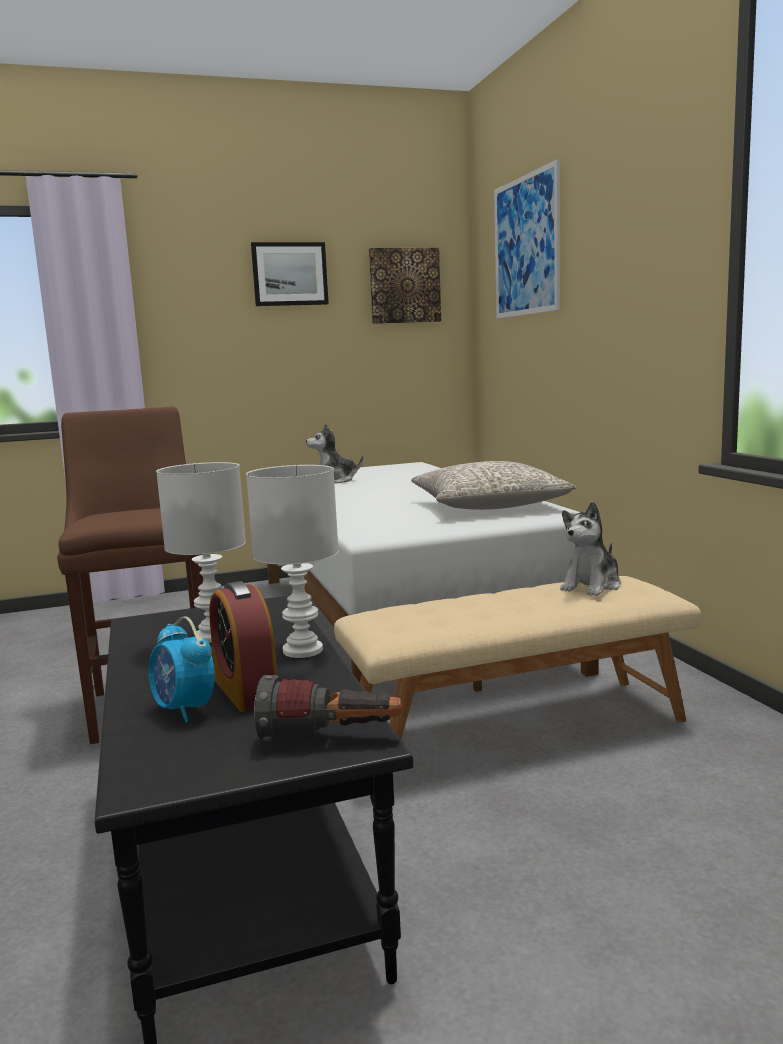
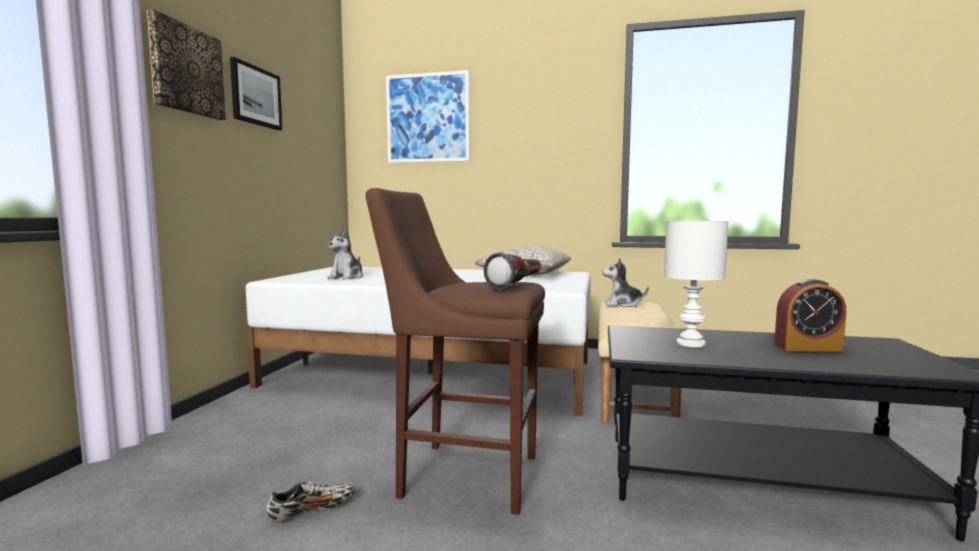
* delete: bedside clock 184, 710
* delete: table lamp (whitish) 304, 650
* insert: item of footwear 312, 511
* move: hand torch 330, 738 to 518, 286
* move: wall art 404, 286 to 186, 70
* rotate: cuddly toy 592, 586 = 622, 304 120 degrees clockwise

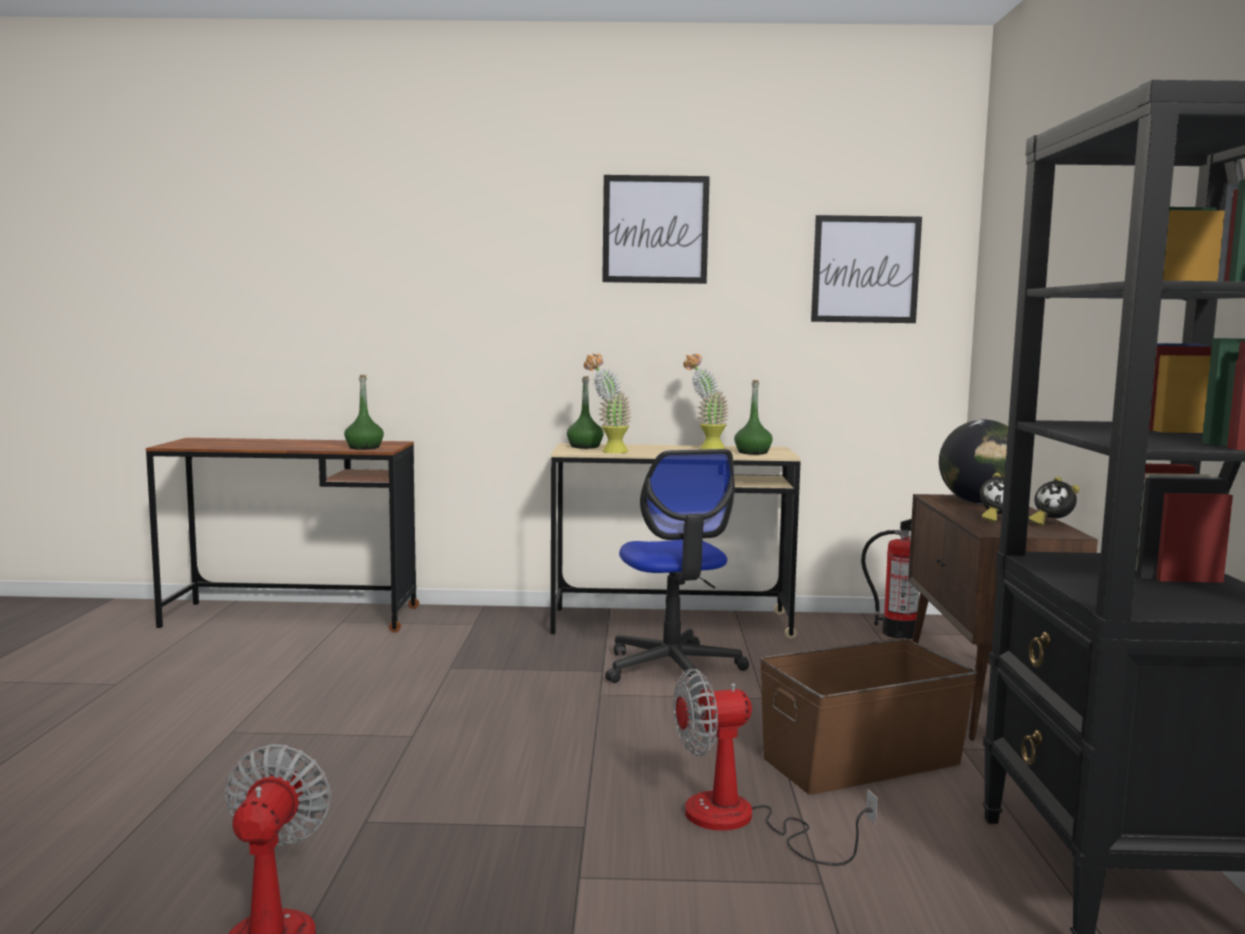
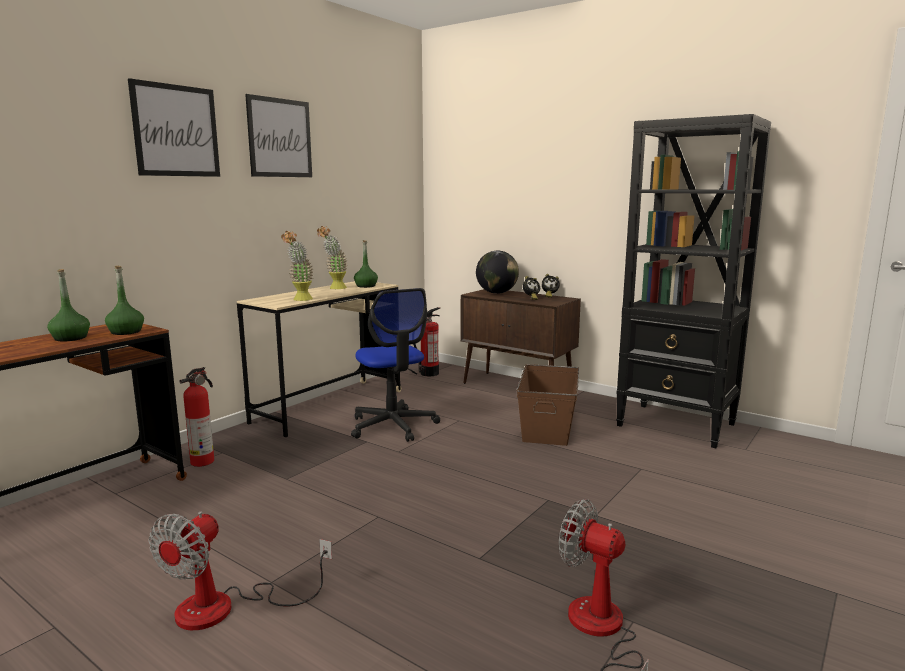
* insert: extinguisher 204, 461
* move: drink bottle (green-coloured) 584, 447 to 70, 338
* move: cooling fan 741, 822 to 226, 608
* move: wall art 865, 269 to 176, 131
* rotate: desk chair 673, 669 = 393, 426 45 degrees clockwise

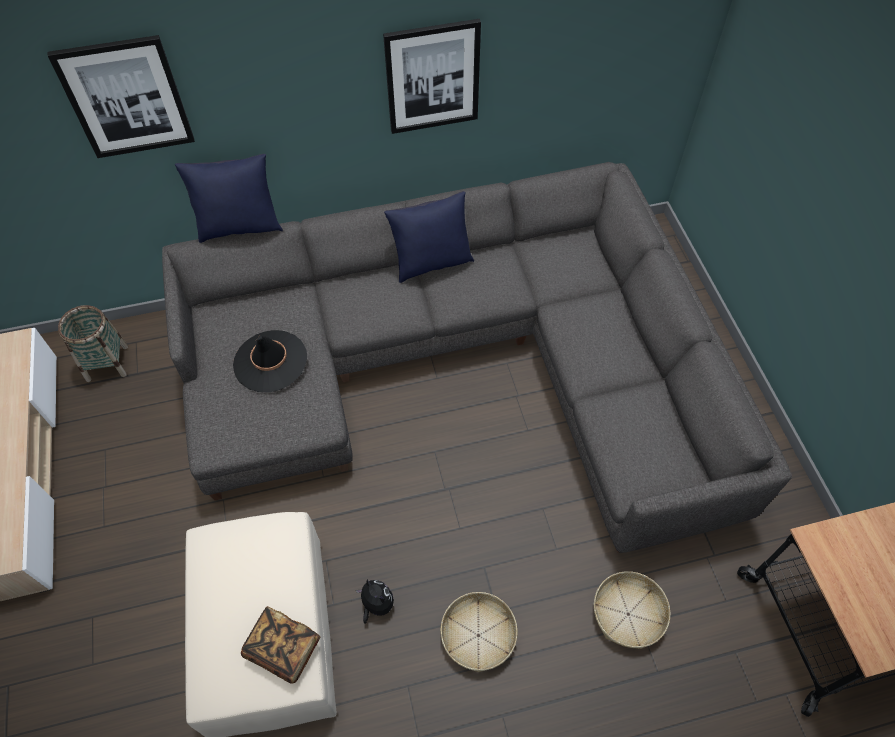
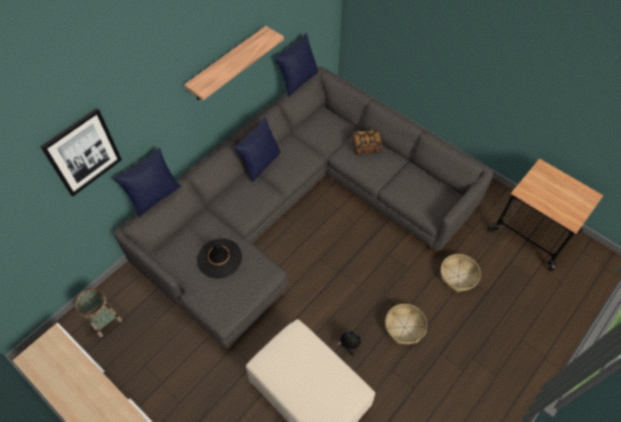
* insert: cushion (blue) 297, 81
* move: bound book 283, 648 to 366, 147
* replace: wall art 432, 77 to shelf 228, 64

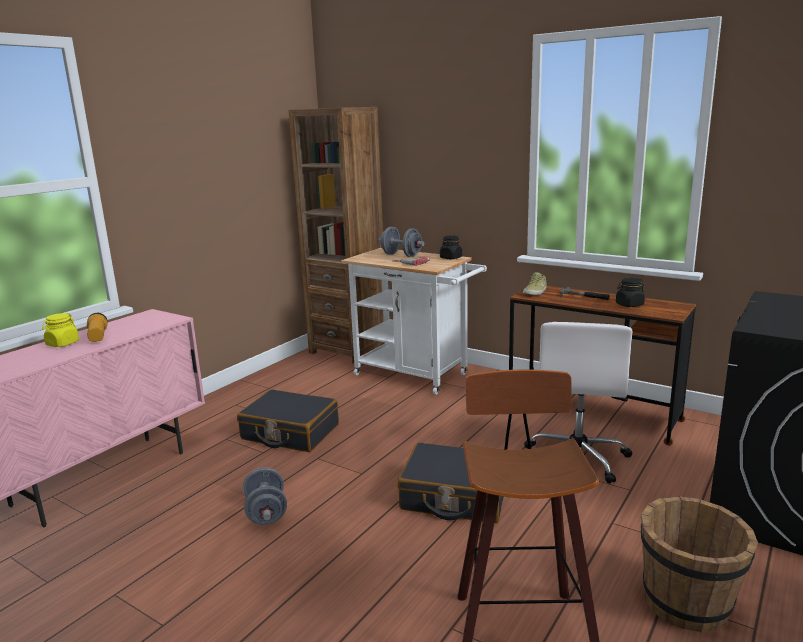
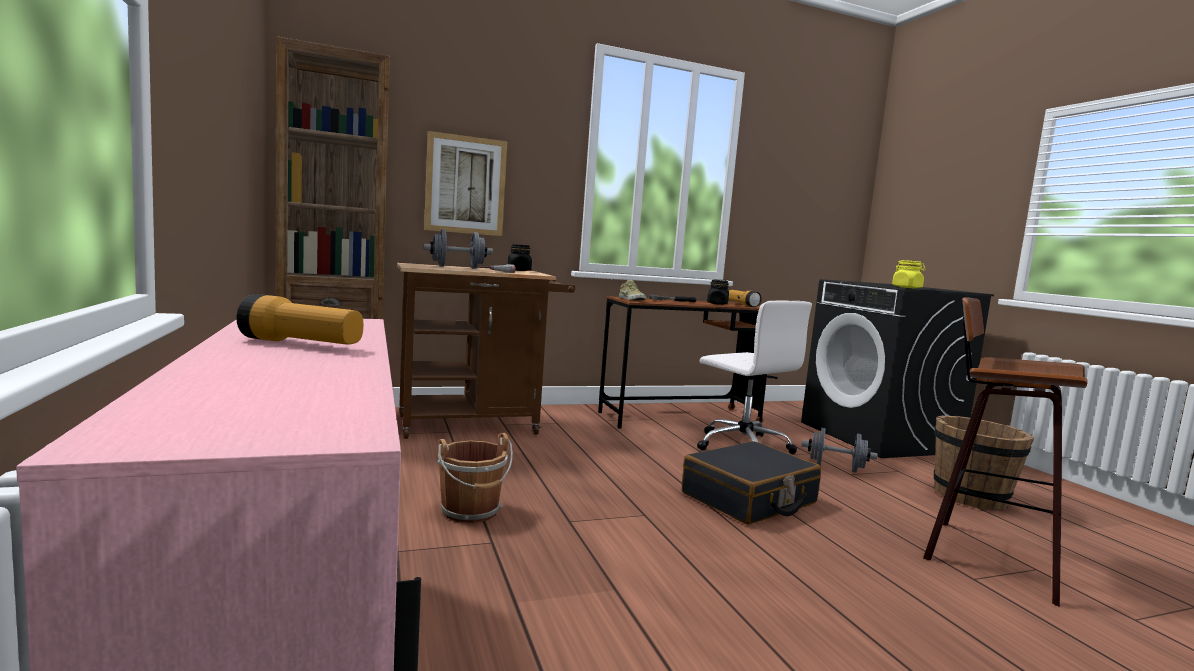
* insert: wall art 465, 185
* insert: hand torch 742, 305
* move: preserve jar (yellow) 62, 344 to 907, 287
* move: dumbbell (grey) 266, 513 to 836, 468
* replace: travel case (black-coloured) 290, 432 to pail (brown-coloured) 472, 511
* recolor: wheeled cart (whitish) 417, 375 to wheeled cart (brown-coloured) 477, 424

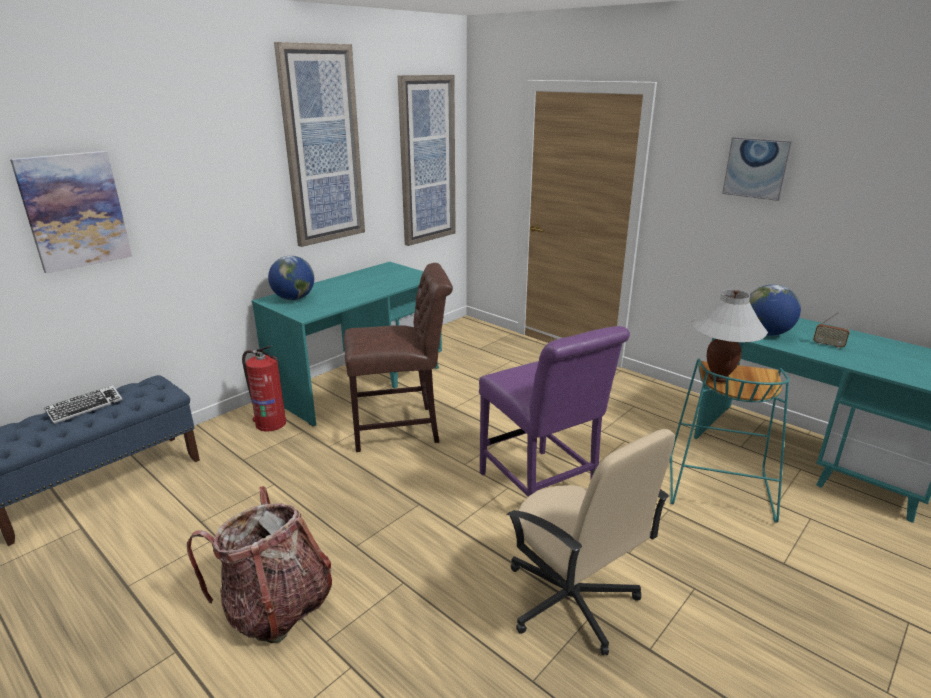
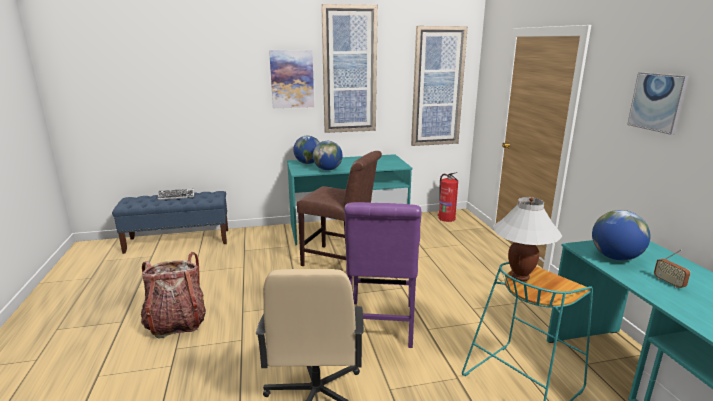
* insert: globe 327, 169
* move: wall art 74, 211 to 292, 79
* move: extinguisher 270, 423 to 446, 218

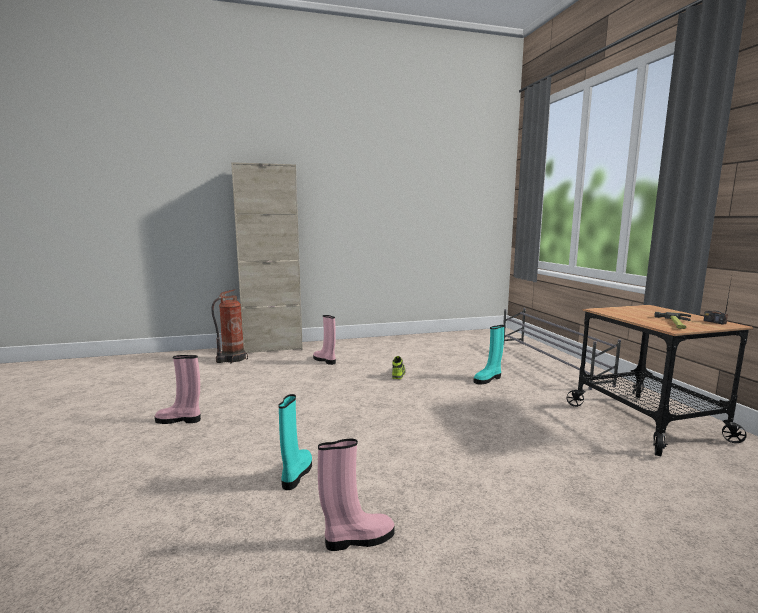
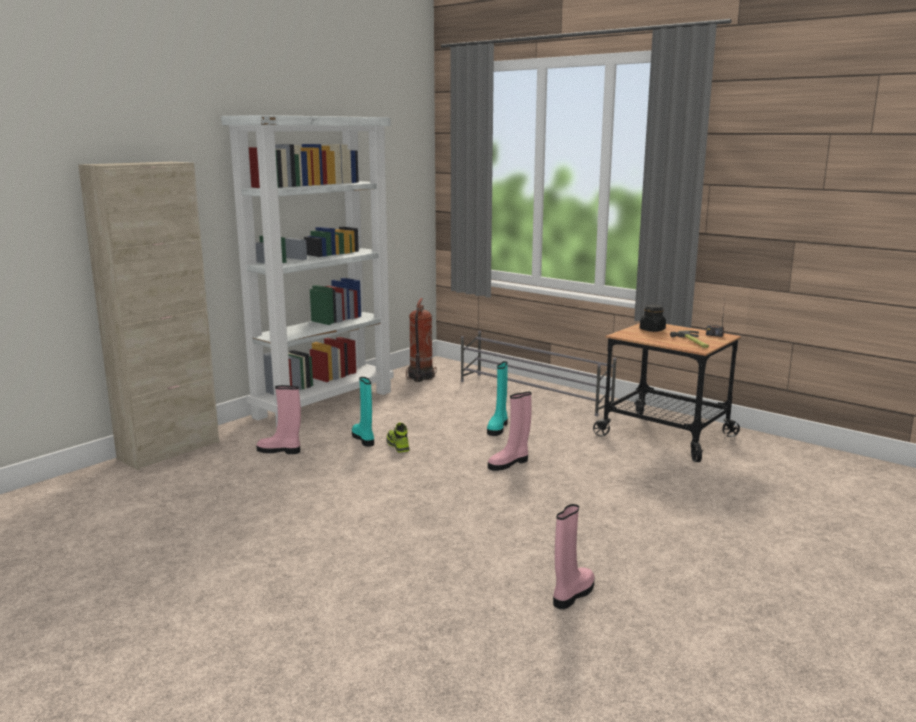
* insert: bookshelf (whitish) 324, 404
* insert: preserve jar (black-coloured) 652, 330
* move: tall boot (pink) 180, 420 to 509, 463
* move: extinguisher 232, 359 to 420, 377
* move: tall boot (blue-green) 296, 474 to 364, 439

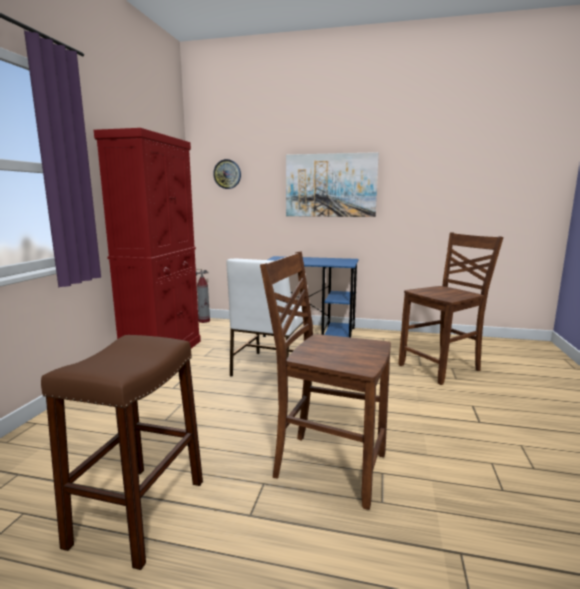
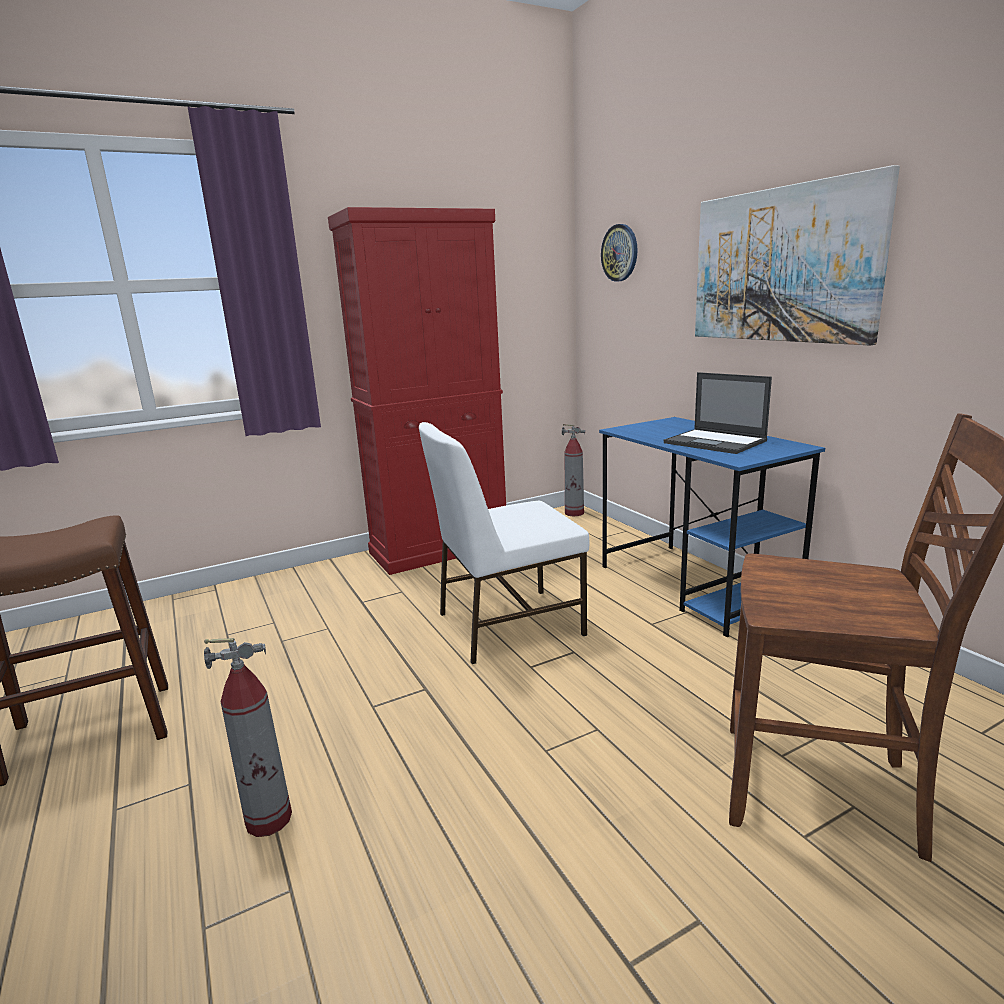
* insert: notebook computer 716, 442
* replace: plain chair (brown-coloured) 328, 466 to extinguisher 269, 819

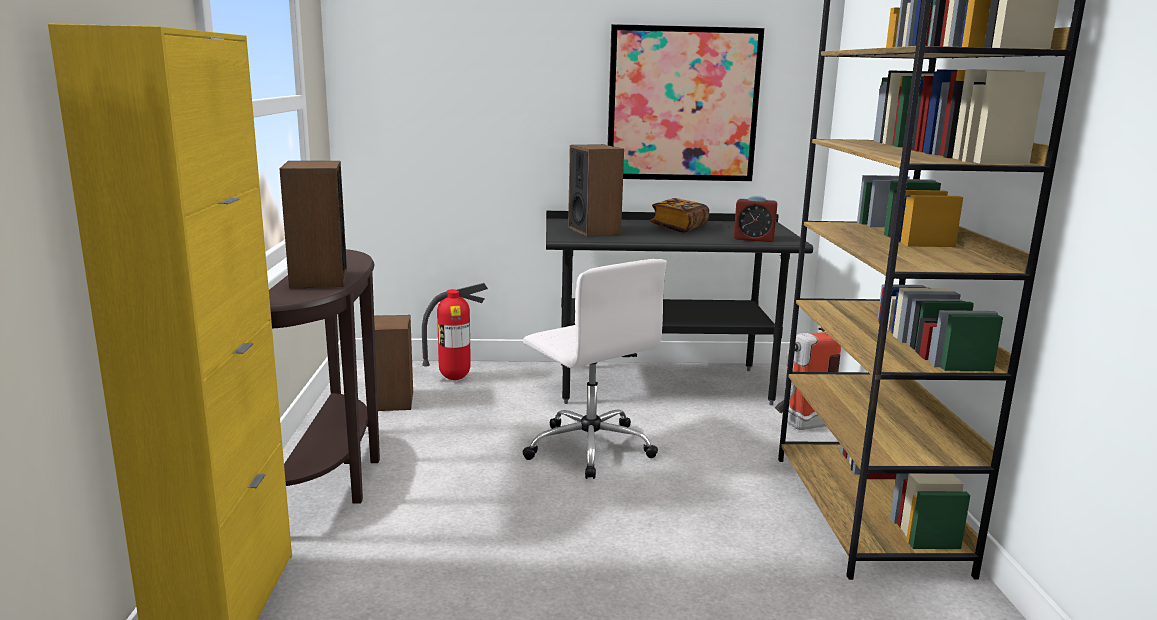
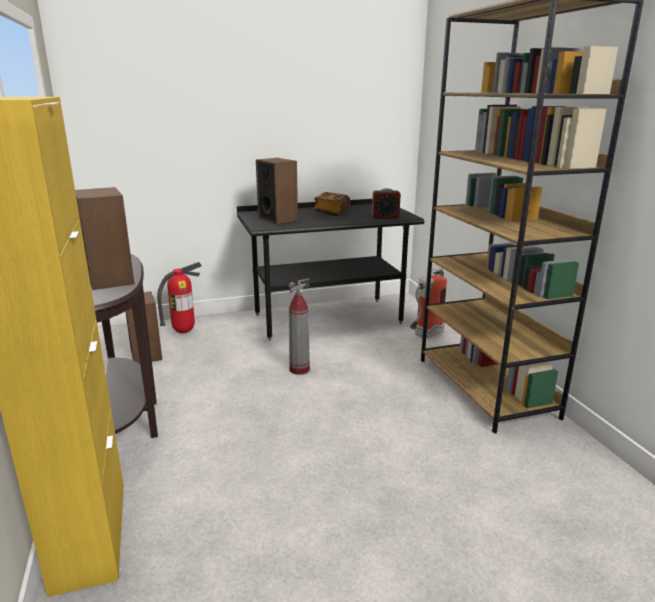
* delete: wall art 682, 104
* replace: desk chair (whitish) 589, 447 to extinguisher 299, 370

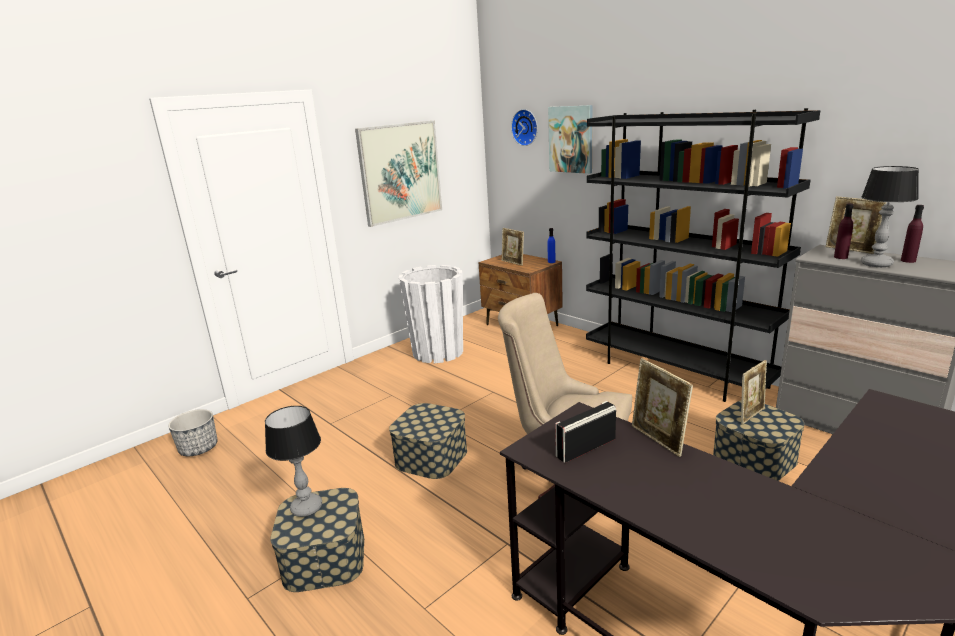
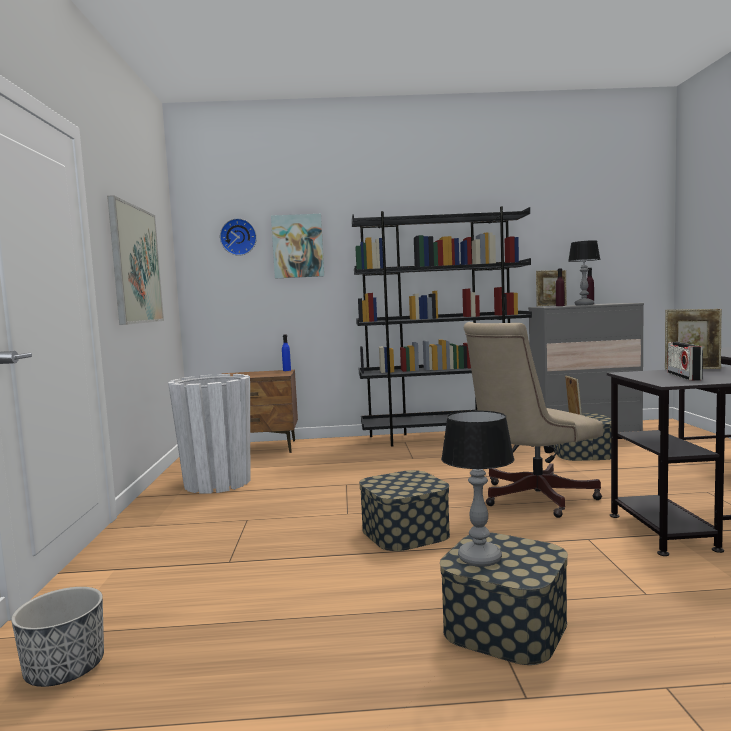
* delete: standing frame 513, 263

